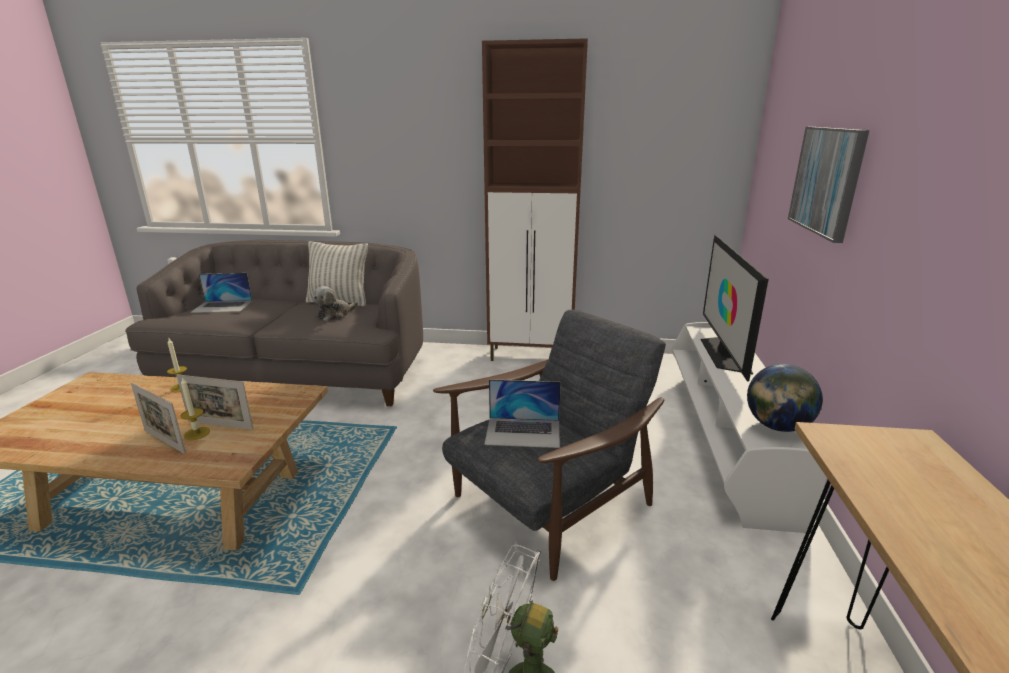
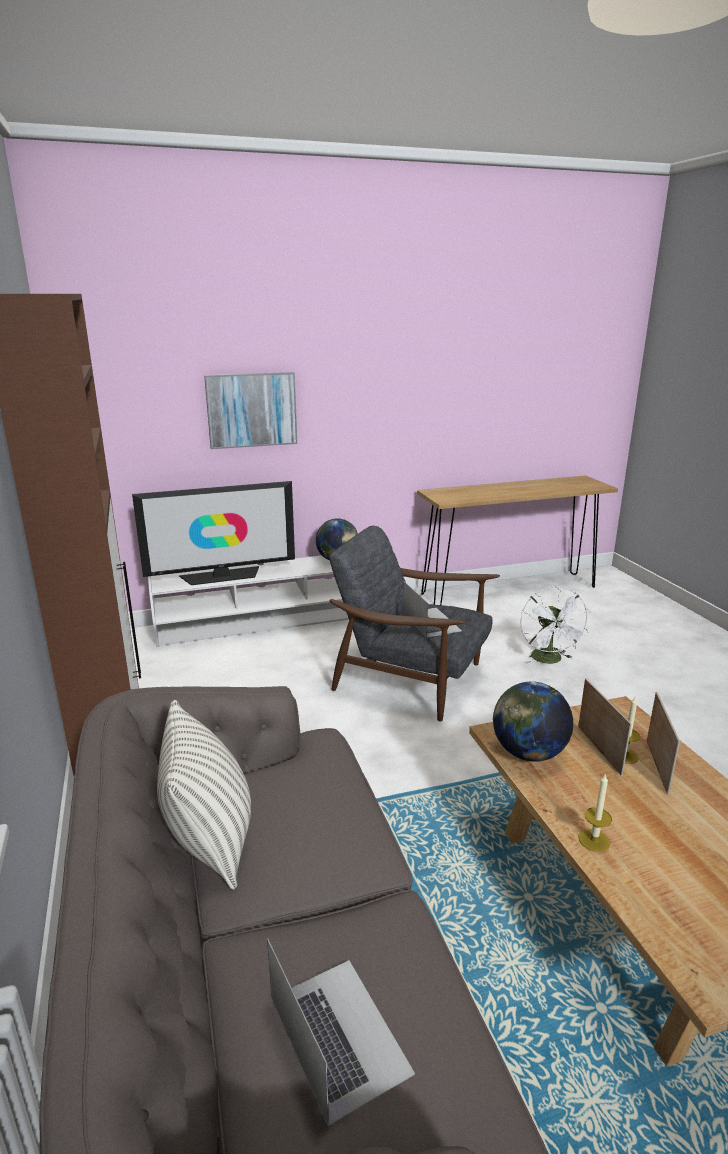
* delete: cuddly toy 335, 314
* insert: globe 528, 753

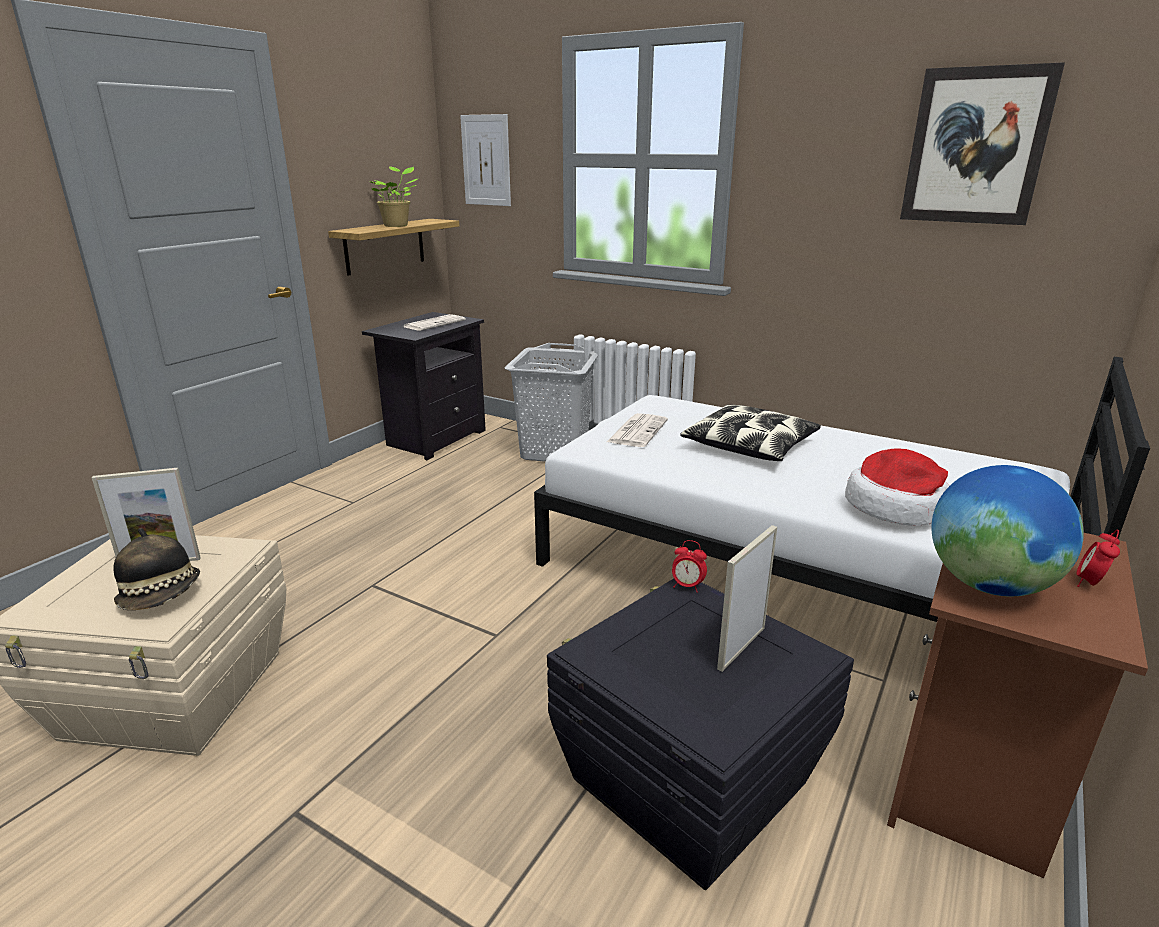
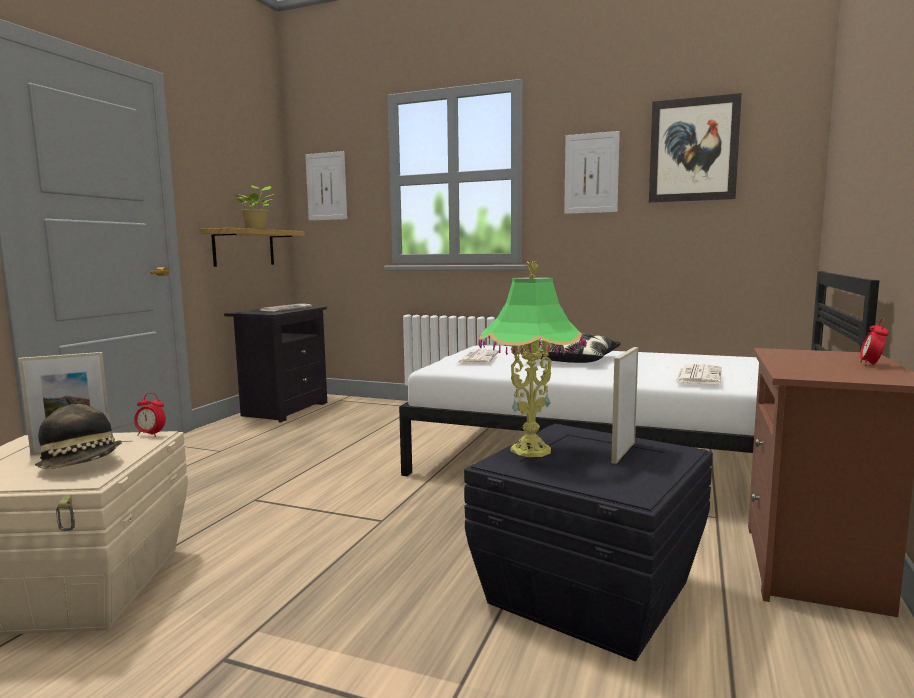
* delete: hamper (grey) 554, 451
* delete: globe 988, 585
* insert: table lamp 531, 450
* insert: wall art 591, 173
* move: bedside clock 687, 586 to 151, 435
* replace: clothing hat 895, 507 to daily paper 698, 376

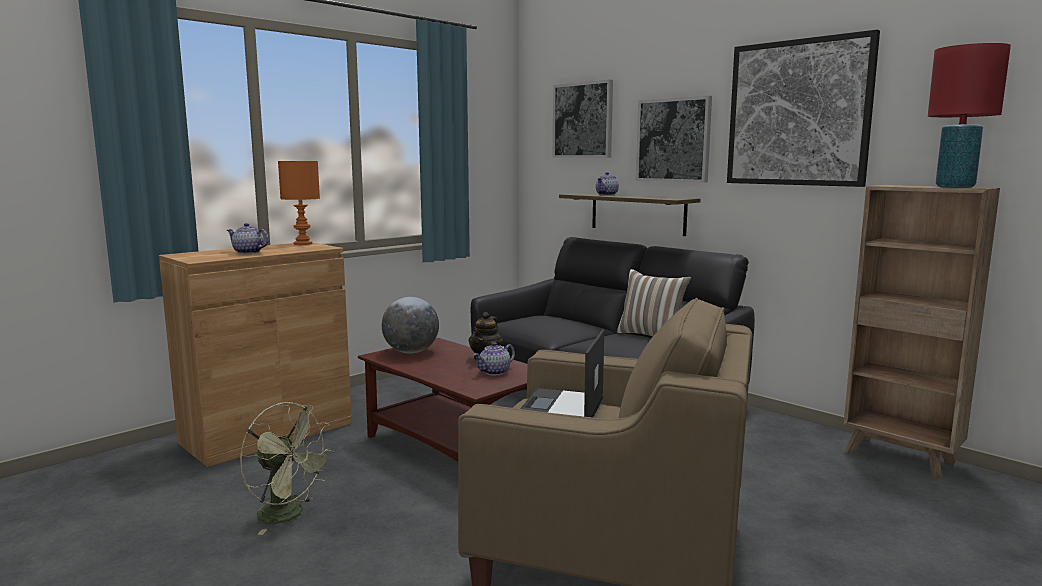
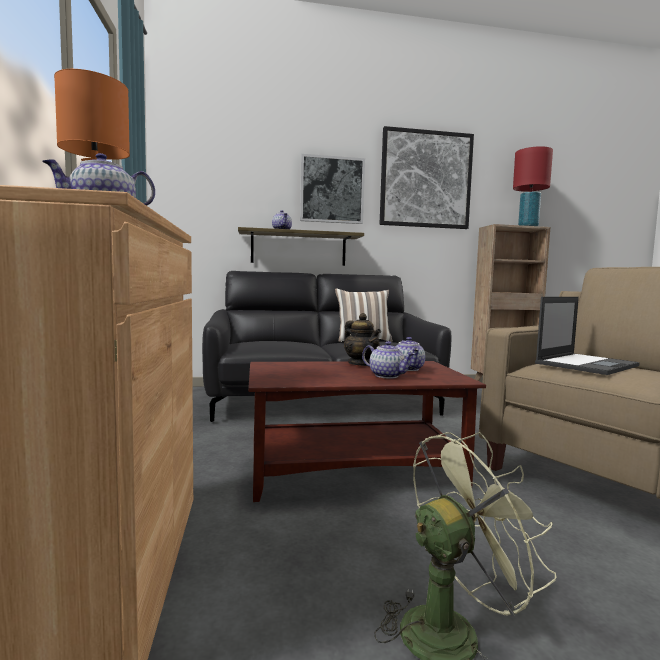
* delete: globe 411, 352
* delete: wall art 583, 120
* insert: teapot 387, 376
* rotate: notebook computer 560, 409 = 586, 364 90 degrees counterclockwise

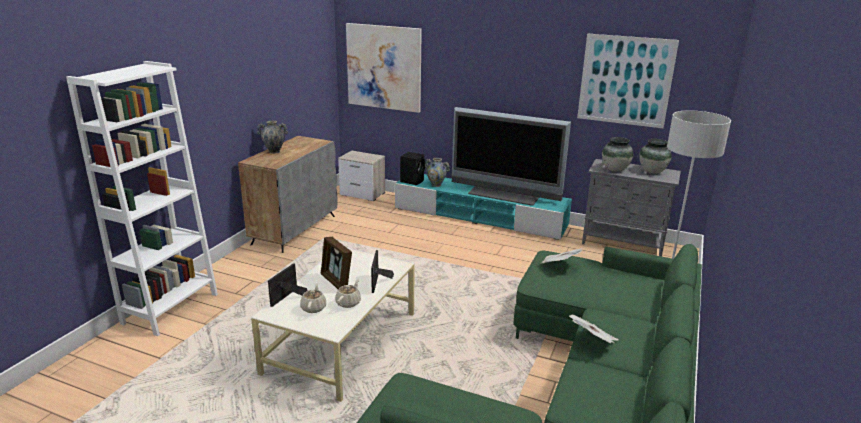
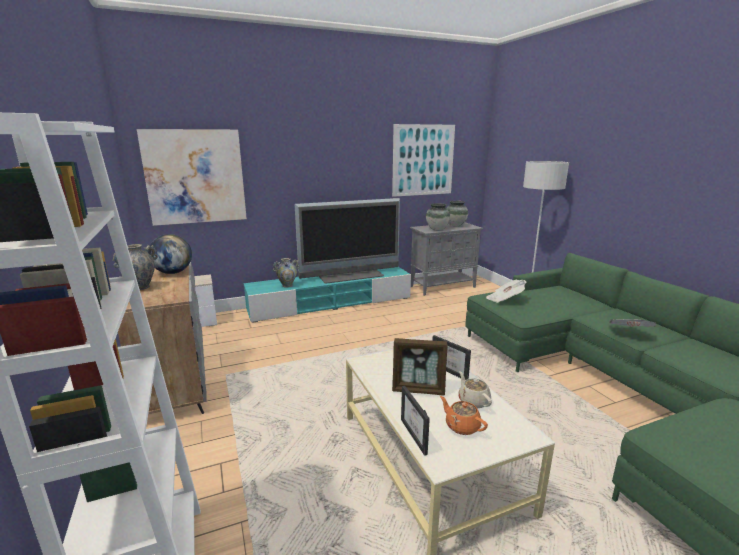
* delete: audio speaker (black-coloured) 412, 181
* insert: globe 173, 272
* recolor: teapot (beige-coloured) 313, 308 to teapot (orange) 461, 426

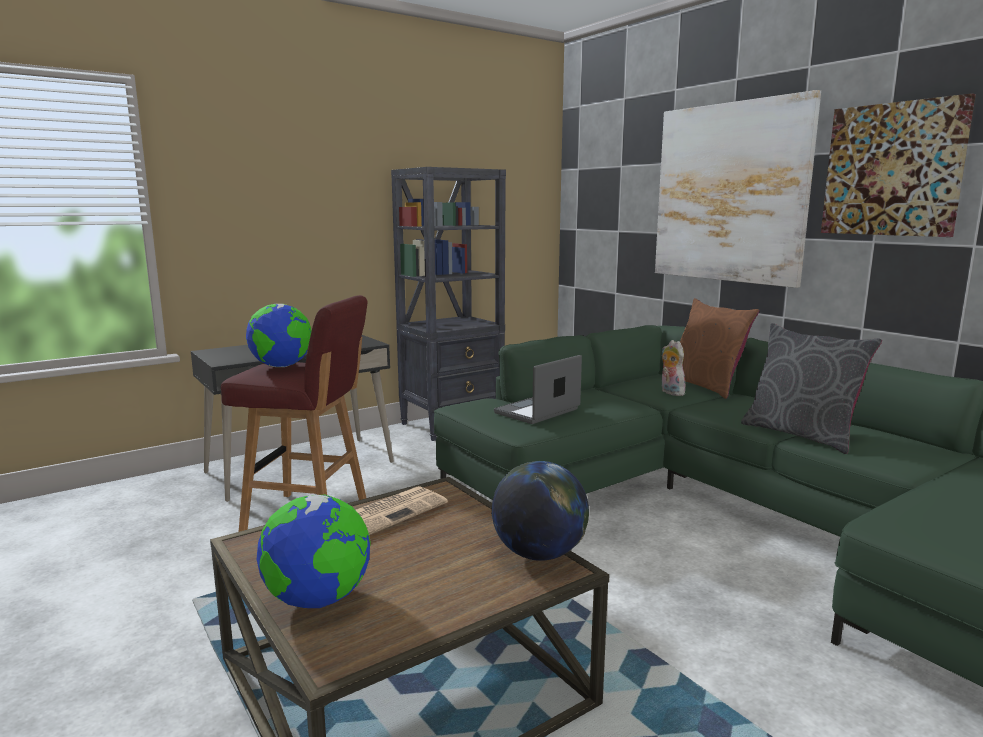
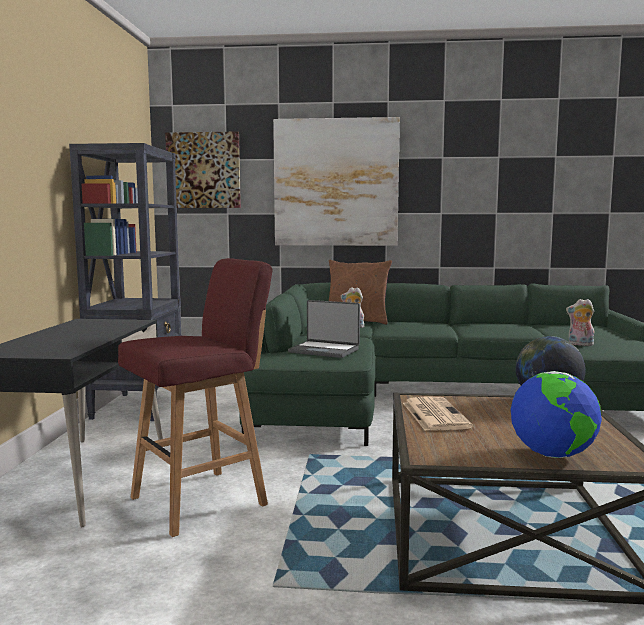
* delete: globe 282, 366
* delete: cushion (grey) 801, 434
* insert: cuddly toy 580, 344
* move: wall art 893, 170 to 203, 170
* rotate: notebook computer 538, 412 = 324, 350 60 degrees counterclockwise

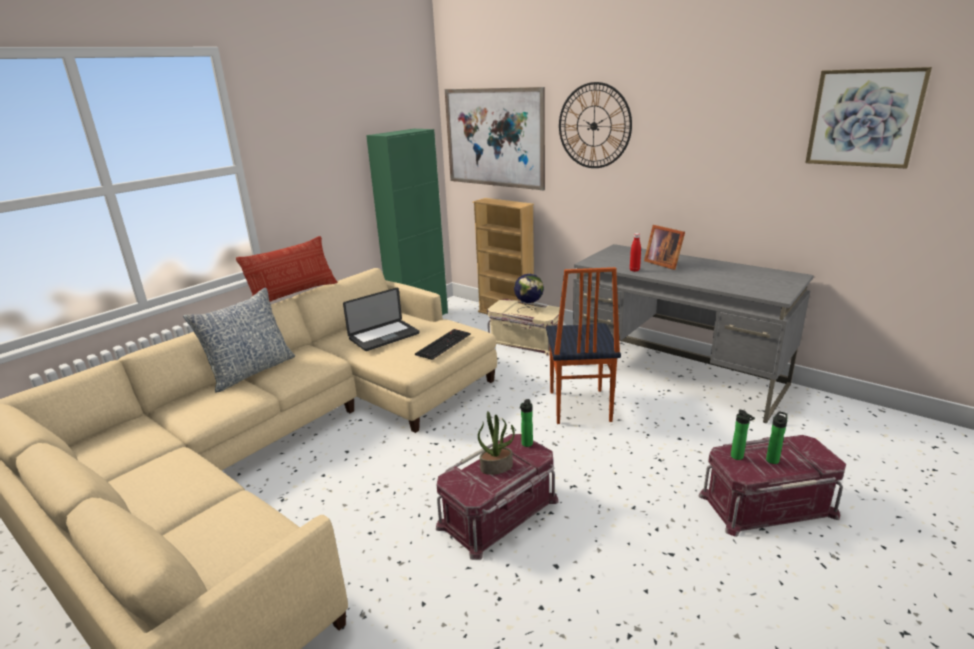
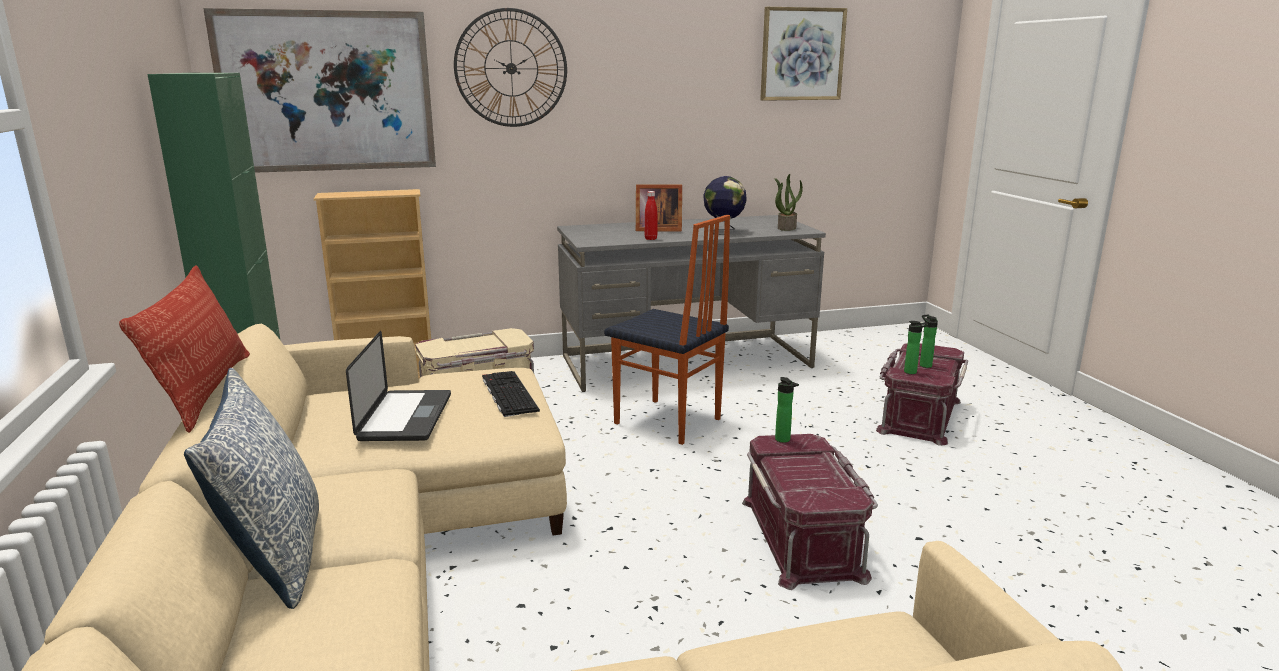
* move: potted plant 496, 467 to 786, 228
* move: globe 529, 309 to 723, 231

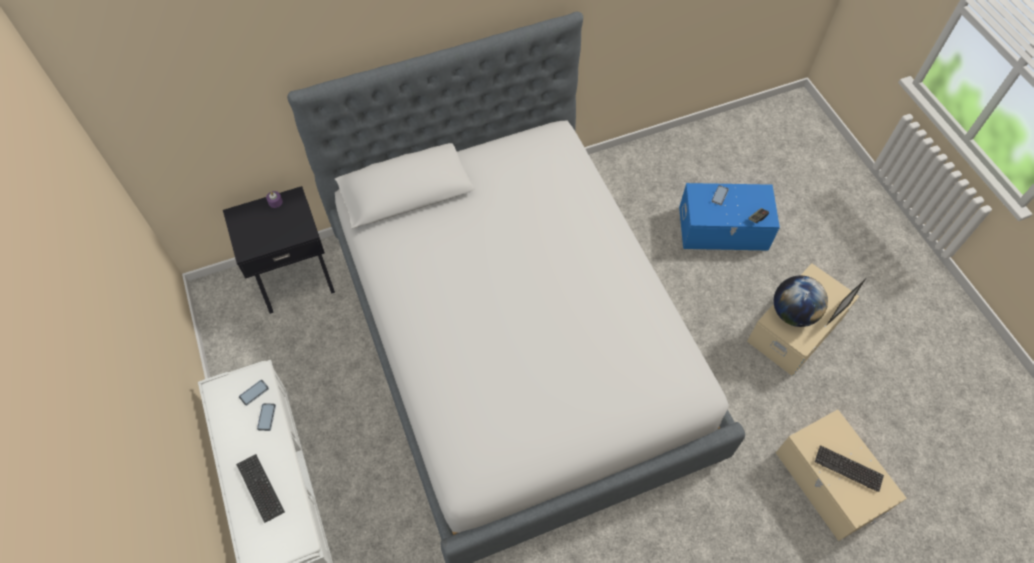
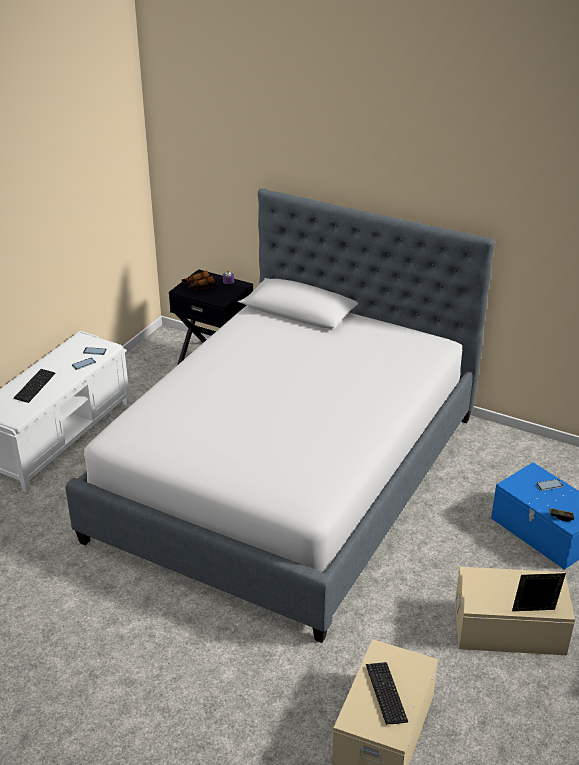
* delete: globe 792, 313
* insert: pair of binoculars 197, 286

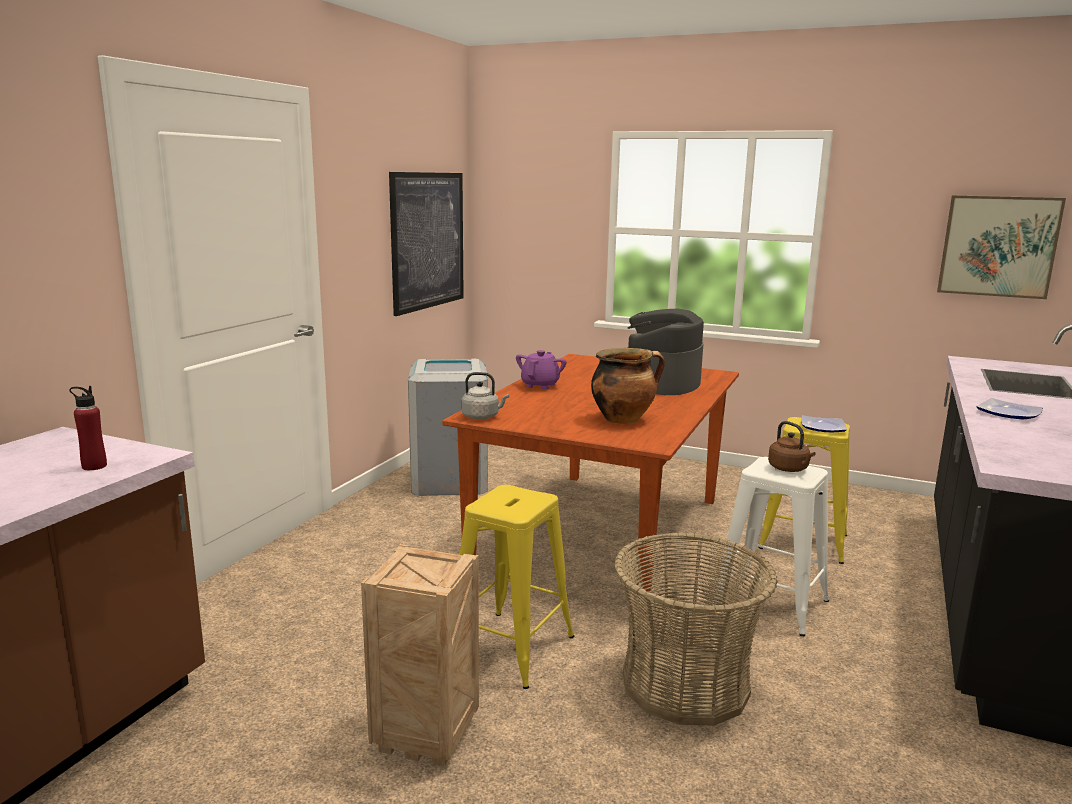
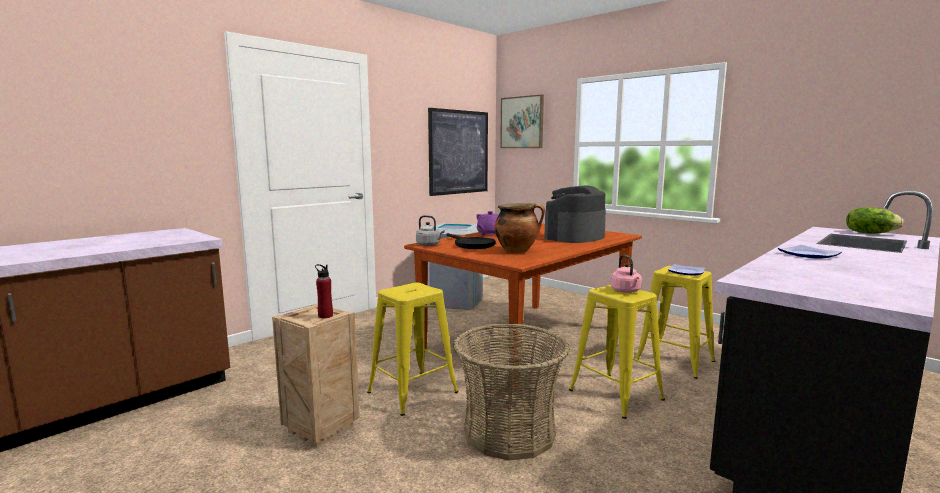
* insert: skillet (black-coloured) 471, 245
* insert: head of lettuce 869, 233
* move: drink bottle (red-coloured) 94, 466 to 325, 316
* move: wall art 998, 246 to 522, 122
* recolor: stool seat (whitish) 770, 604 to stool seat (yellow) 615, 395
* recolor: water kettle (brown-coloured) 789, 469 to water kettle (pink) 626, 291

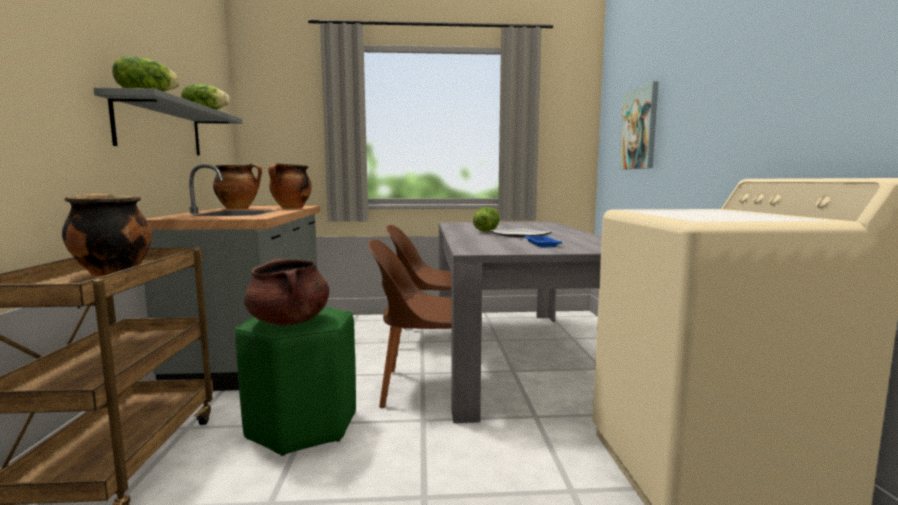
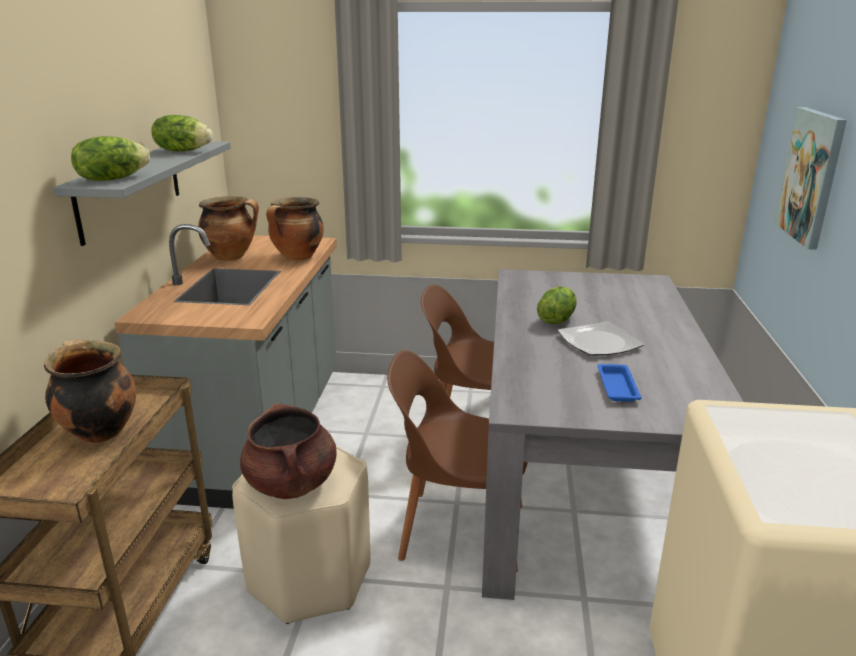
* recolor: stool seat (green-coloured) 303, 425 to stool seat (beige-coloured) 311, 577

